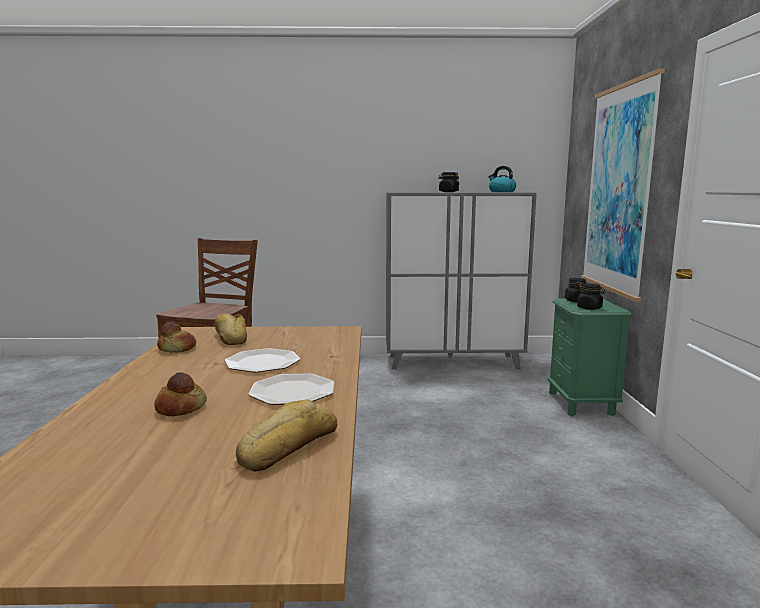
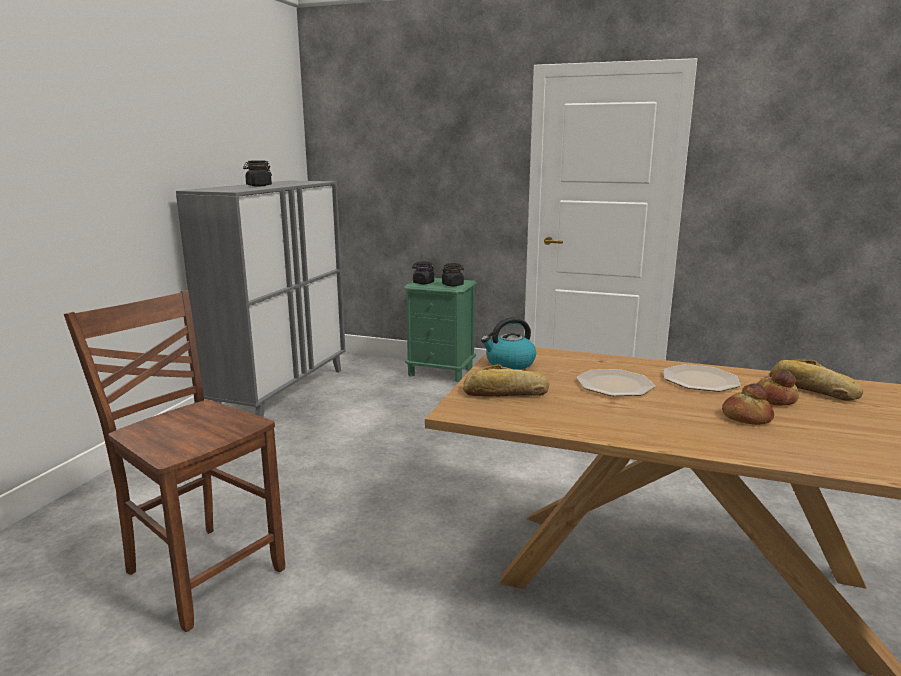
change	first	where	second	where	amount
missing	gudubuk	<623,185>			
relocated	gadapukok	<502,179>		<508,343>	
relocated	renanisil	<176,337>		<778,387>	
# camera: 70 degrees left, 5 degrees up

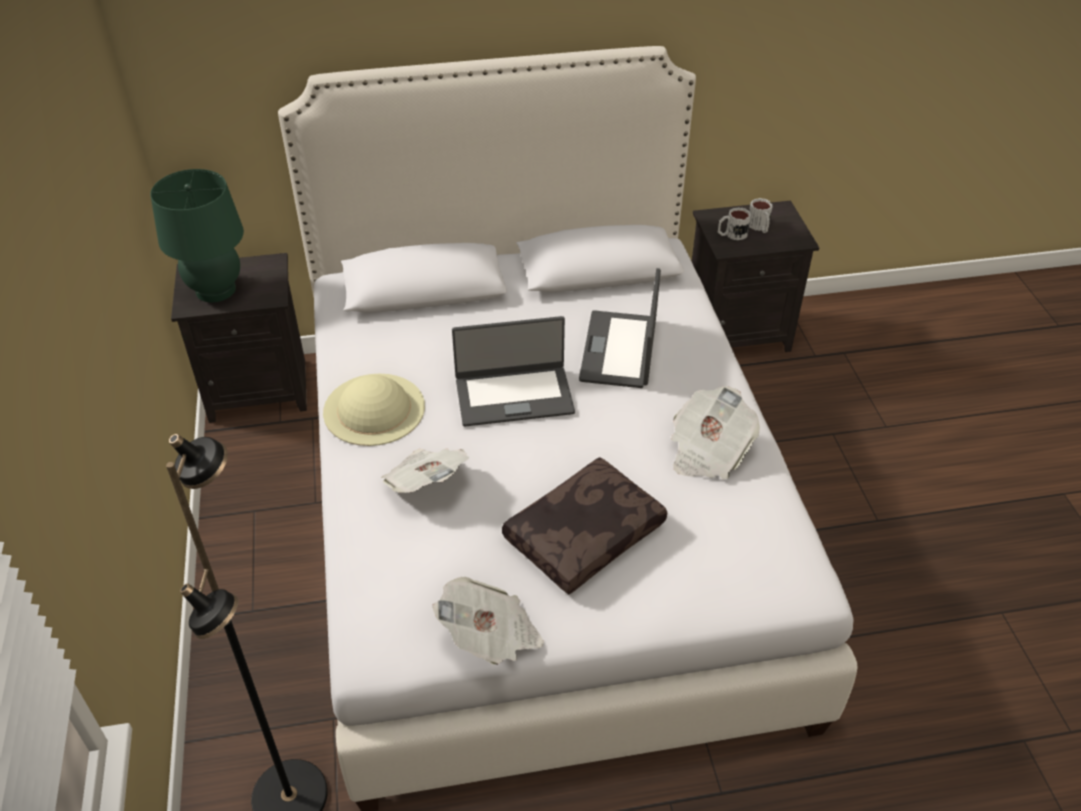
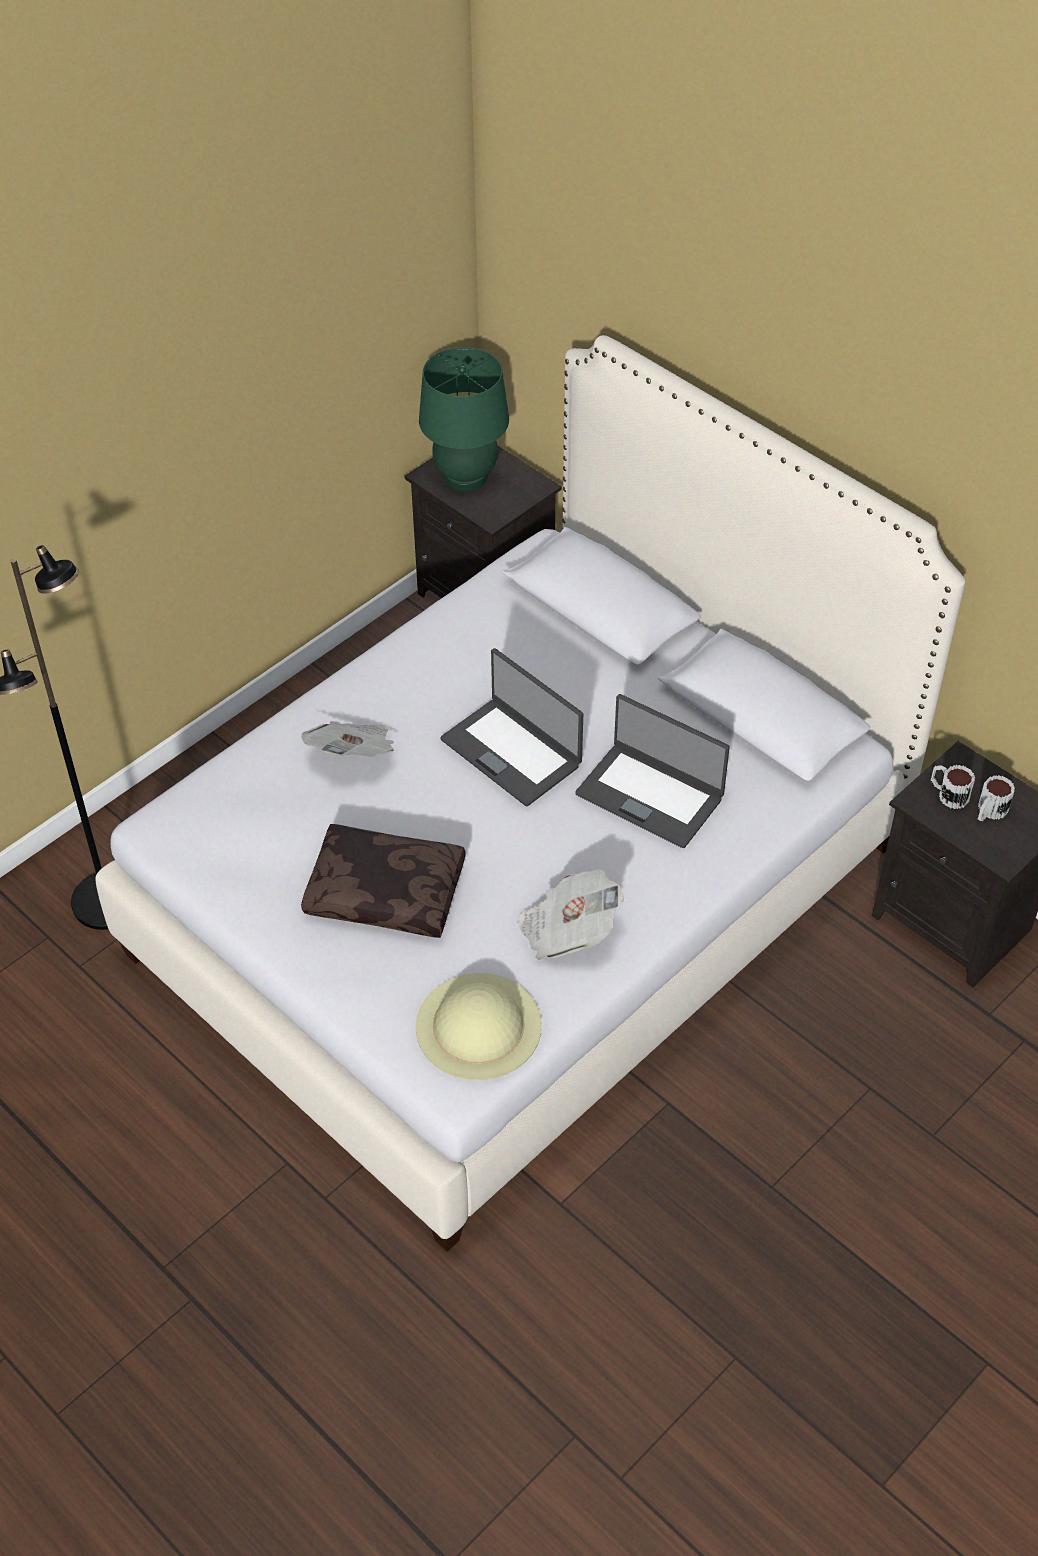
change	first	where	second	where	amount
spun	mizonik	<620,328>		<652,771>	120 degrees counterclockwise
relocated	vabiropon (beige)	<374,410>		<479,1026>	
missing	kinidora	<488,621>			
# camera: 55 degrees right, 5 degrees up

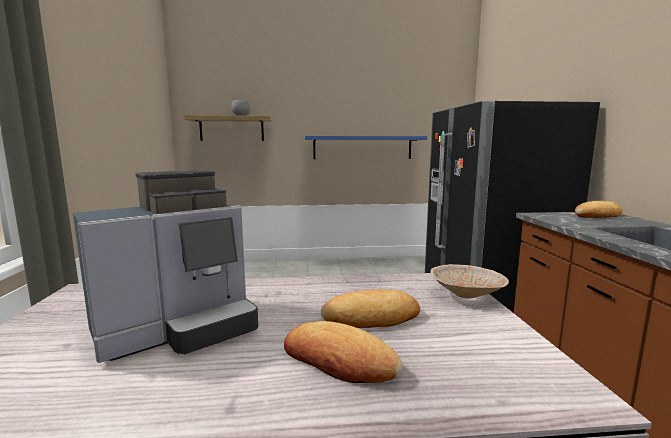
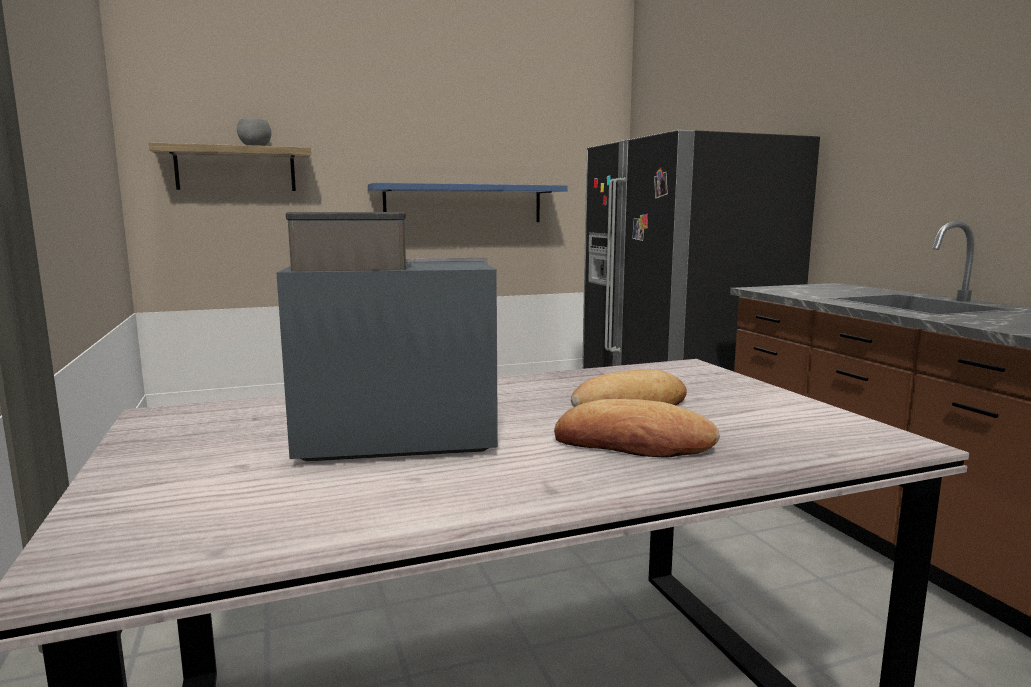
change	first	where	second	where	amount
spun	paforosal	<165,266>		<387,336>	135 degrees counterclockwise
missing	renanisil	<599,209>			
missing	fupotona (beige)	<469,281>			
# camera: 15 degrees left, 0 degrees up

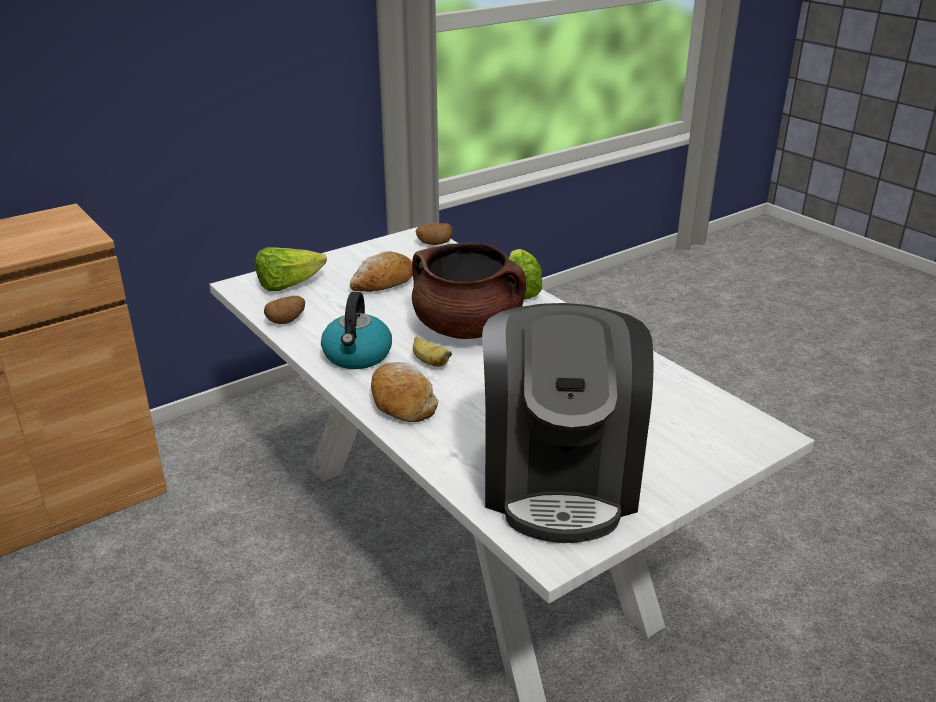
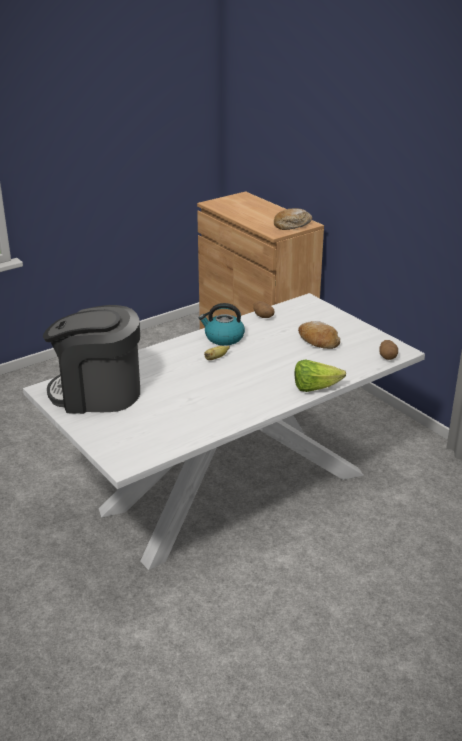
change	first	where	second	where	amount
missing	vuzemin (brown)	<469,291>			
missing	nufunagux	<291,269>			
relocated	renanisil	<404,392>		<293,219>	
# camera: 90 degrees right, 0 degrees up

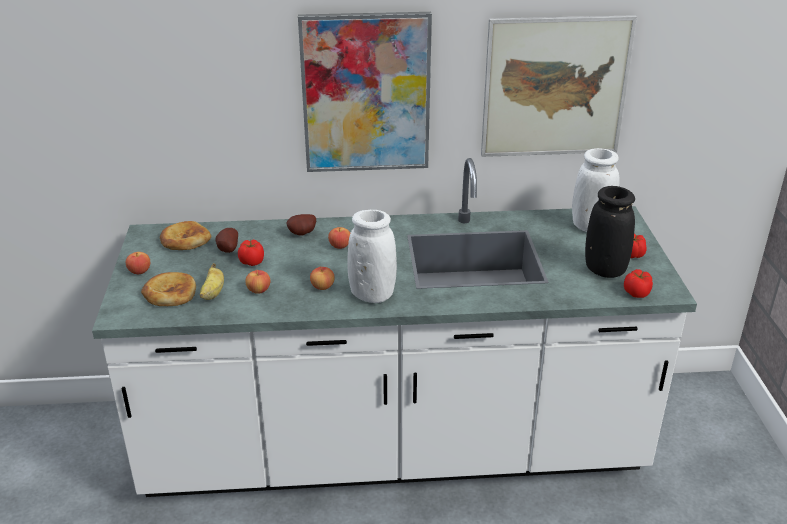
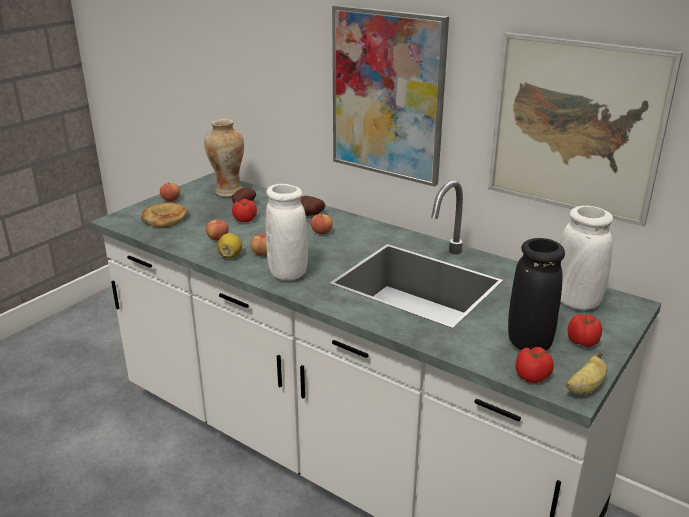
change	first	where	second	where	amount
exchanged	renanisil	<185,235>	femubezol	<224,158>	
relocated	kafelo	<211,281>		<586,373>	
appeared			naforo	<229,245>	
# camera: 40 degrees right, 5 degrees down

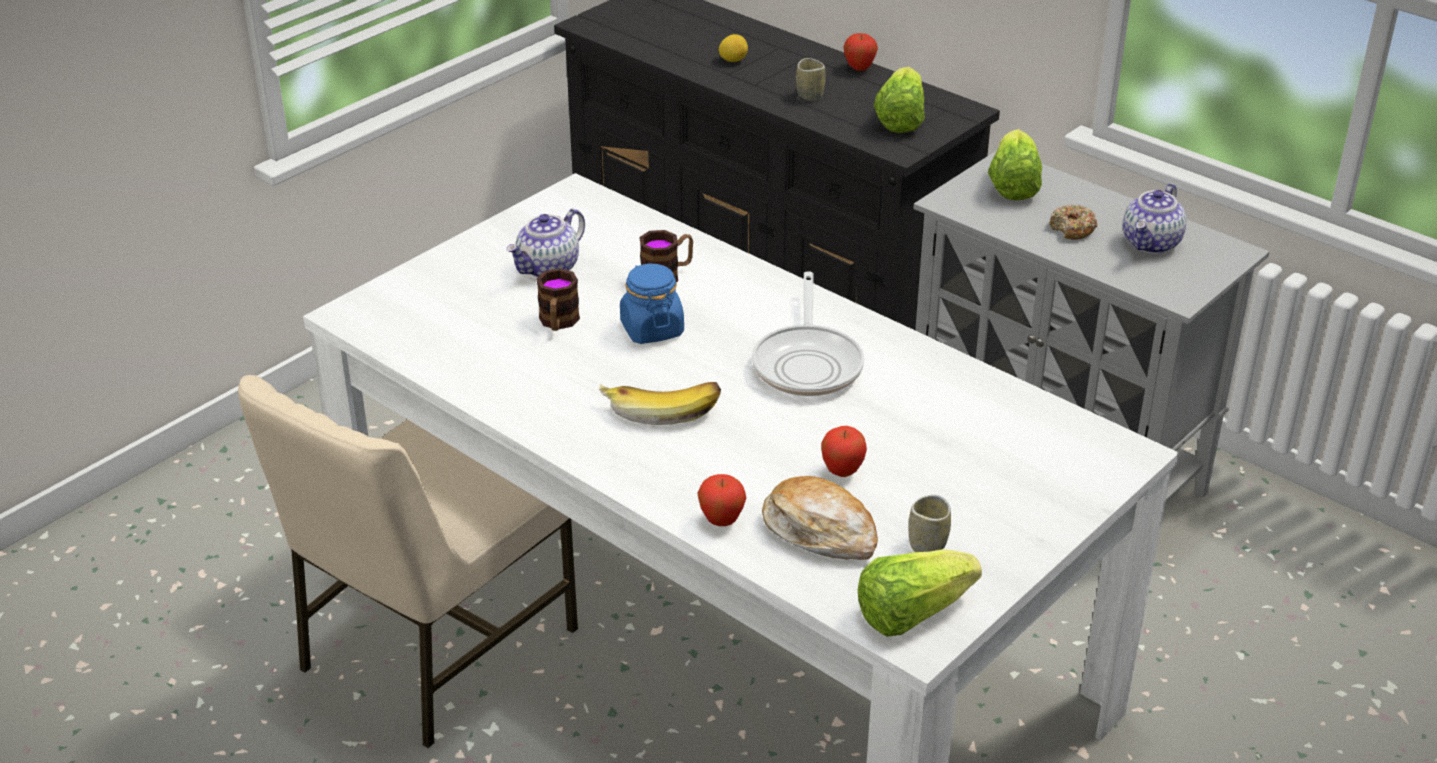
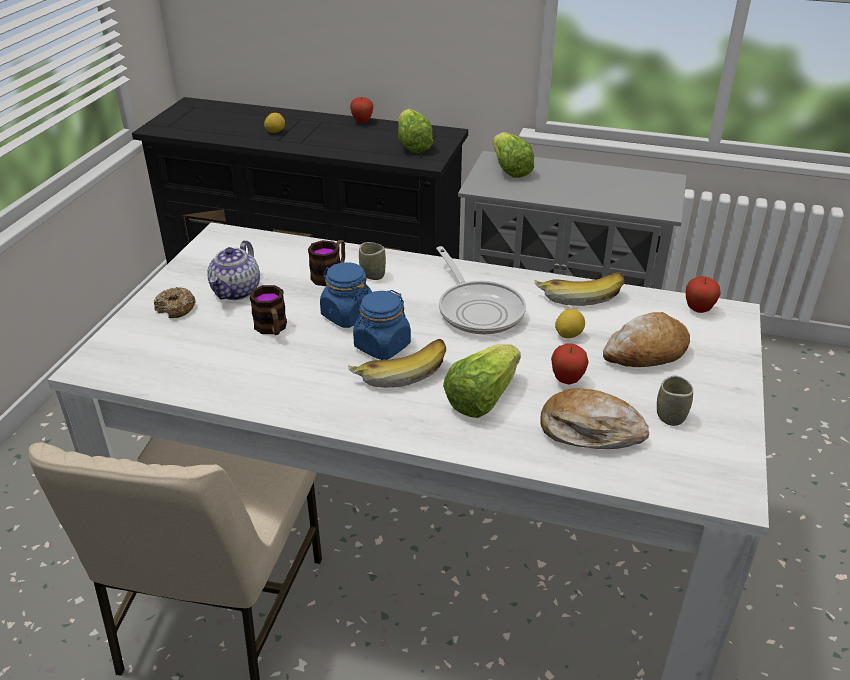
change	first	where	second	where	amount
relocated	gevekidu	<811,79>		<372,261>	
missing	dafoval	<1154,218>			
relocated	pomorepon	<1073,221>		<175,302>	
relocated	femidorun	<721,500>		<703,294>	
relocated	nufunagux	<920,593>		<482,381>	
appeared			kafelo	<580,289>	
appeared			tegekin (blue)	<382,325>	
appeared			naforo	<570,323>	
appeared			renanisil	<646,339>	
# camera: 25 degrees left, 0 degrees up

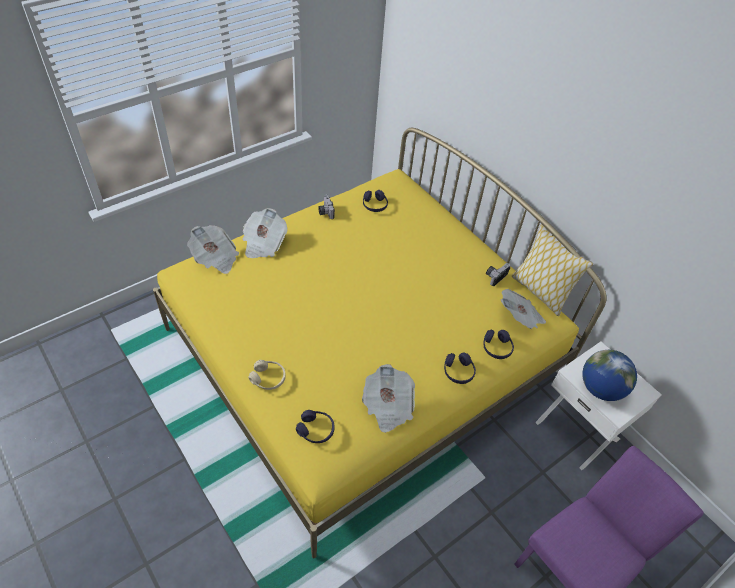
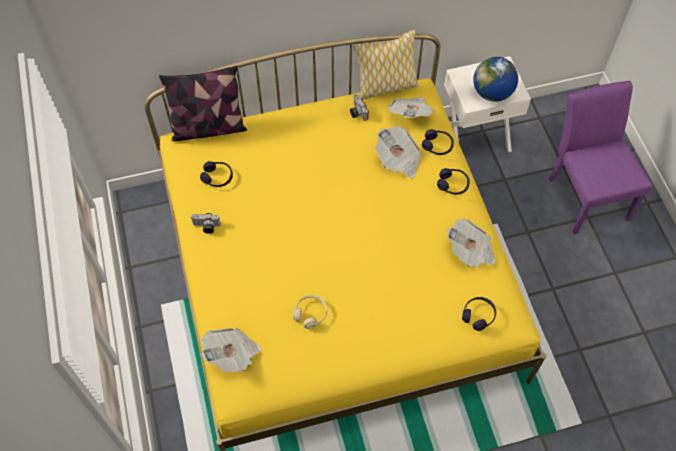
change	first	where	second	where	amount
relocated	kinidora	<264,233>		<399,152>	
relocated	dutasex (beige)	<267,375>		<310,312>	
appeared			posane	<203,104>	
# camera: 65 degrees left, 10 degrees up

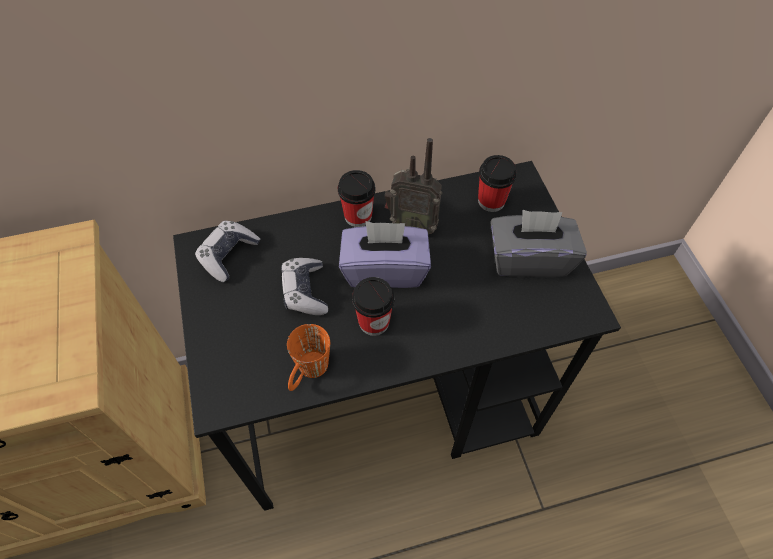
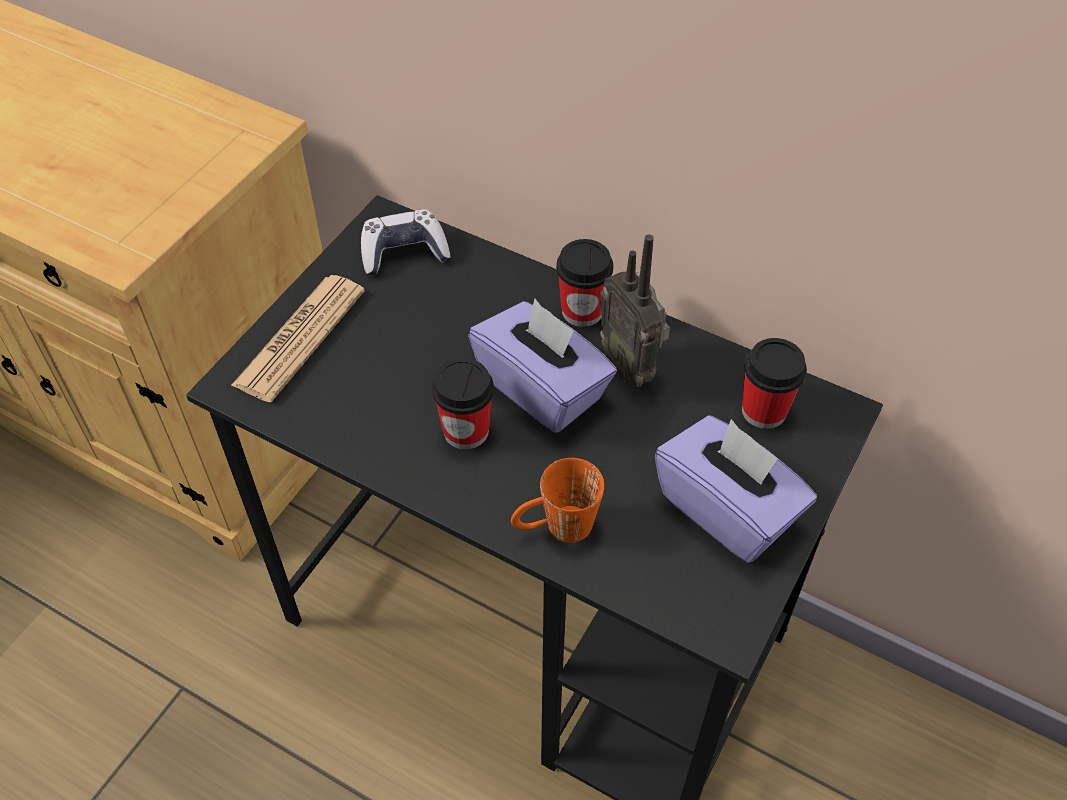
change	first	where	second	where	amount
colour	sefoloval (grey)	<539,243>	sefoloval (purple)	<736,489>	
missing	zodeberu	<304,286>			
relocated	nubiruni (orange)	<308,357>		<557,500>	
appeared			kinidora	<298,338>	
# camera: 45 degrees right, 5 degrees down

